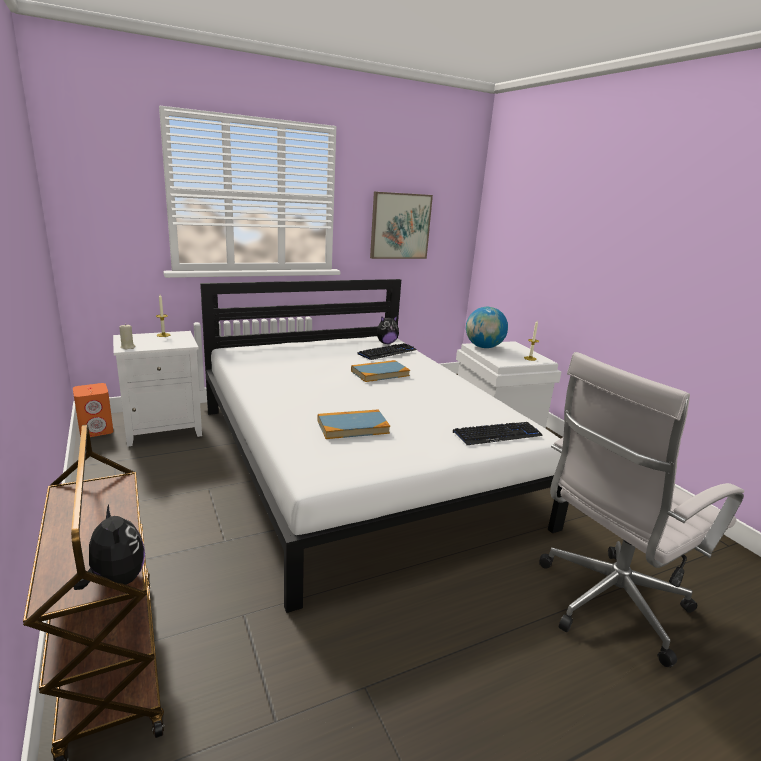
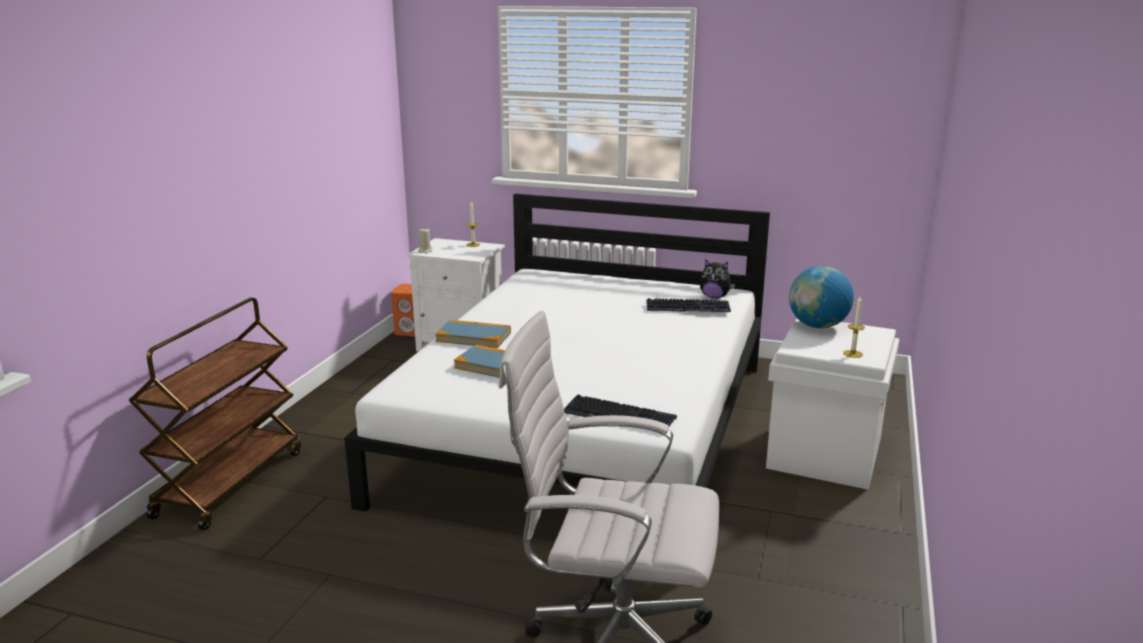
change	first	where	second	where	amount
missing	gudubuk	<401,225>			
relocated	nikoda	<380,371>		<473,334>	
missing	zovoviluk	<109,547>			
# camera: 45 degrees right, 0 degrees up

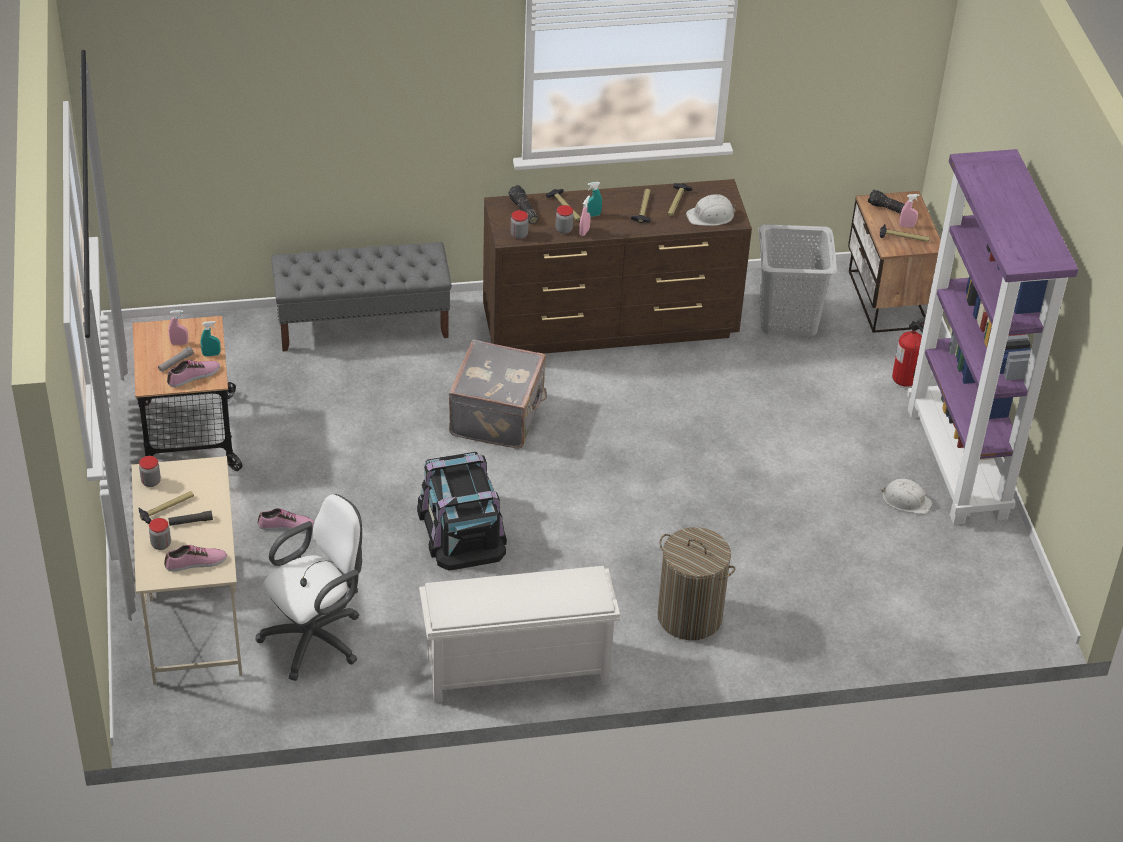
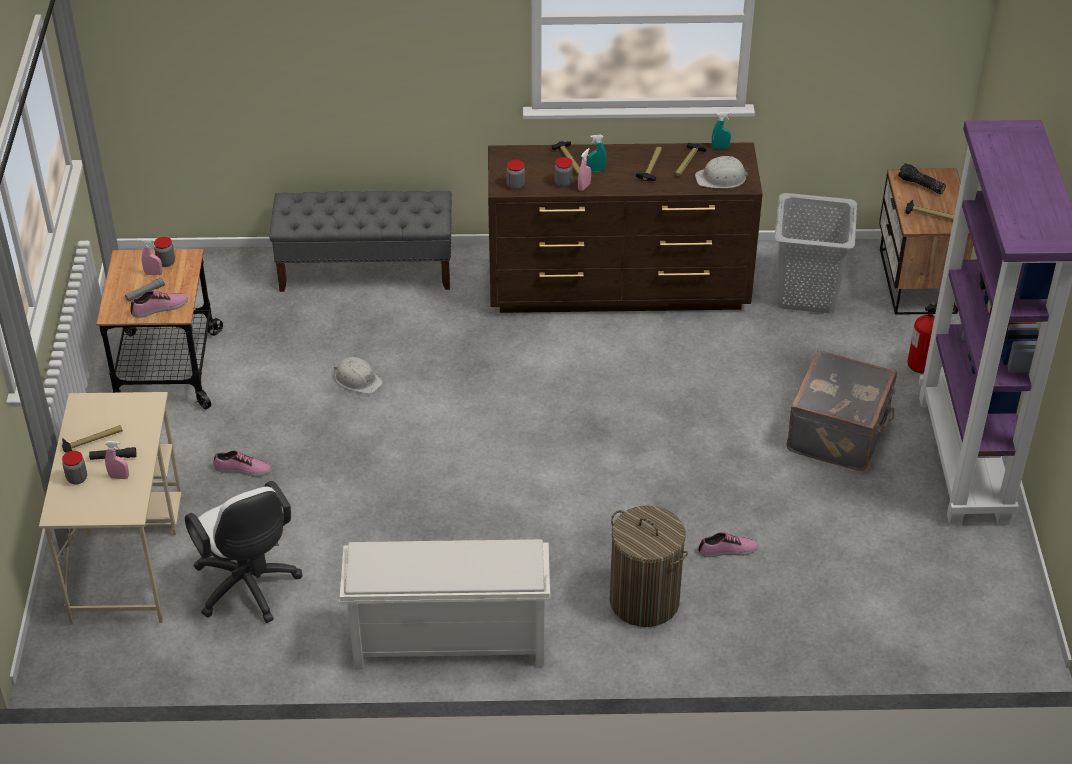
change	first	where	second	where	amount
missing	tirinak	<524,204>			
relocated	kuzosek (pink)	<909,210>		<117,460>	
relocated	kuzosek (turquoise)	<211,338>		<721,130>	
relocated	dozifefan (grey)	<498,394>		<842,410>	
missing	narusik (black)	<462,511>			
relocated	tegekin	<150,471>		<164,252>	
relocated	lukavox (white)	<907,496>		<358,375>	
spun	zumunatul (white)	<309,587>		<244,552>	90 degrees clockwise
relocated	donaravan	<195,558>		<728,544>	
# camera: 10 degrees right, 0 degrees up

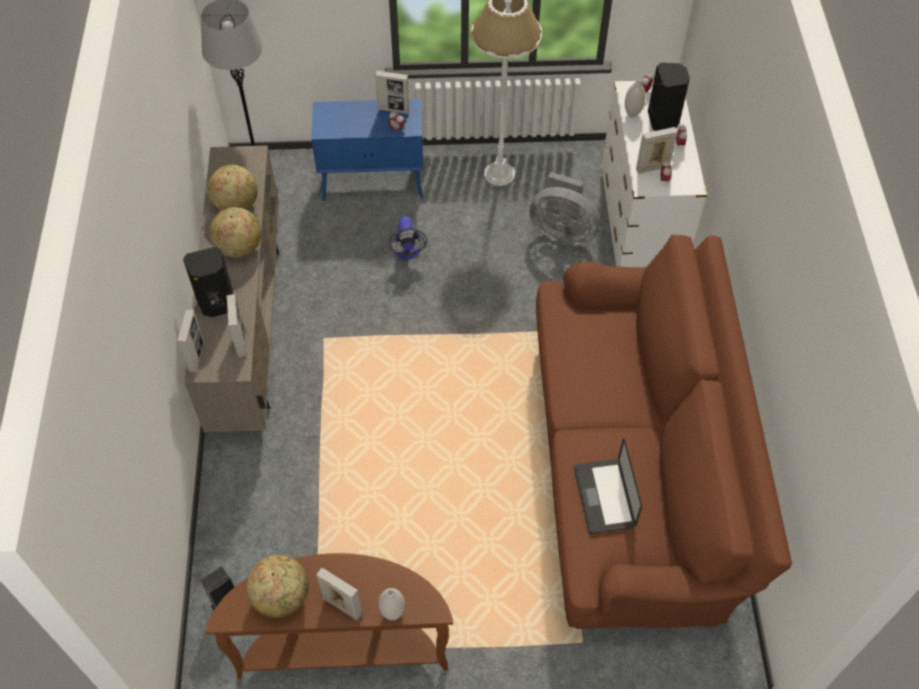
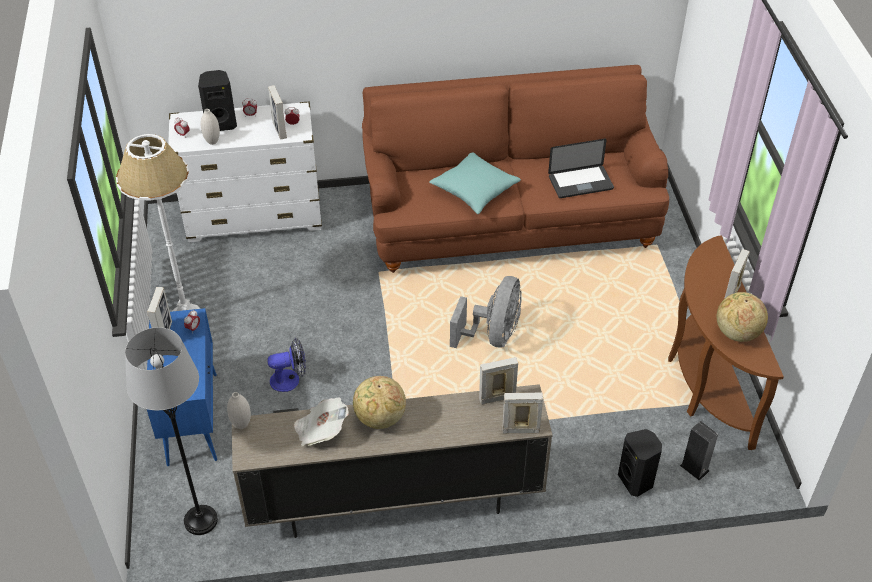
change	first	where	second	where	amount
exchanged	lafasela	<233,188>	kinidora	<321,421>	
relocated	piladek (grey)	<564,209>		<486,312>	
relocated	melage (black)	<208,282>		<640,463>	
relocated	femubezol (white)	<392,604>		<239,410>	
appeared			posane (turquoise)	<475,183>	
# camera: 95 degrees left, 10 degrees down

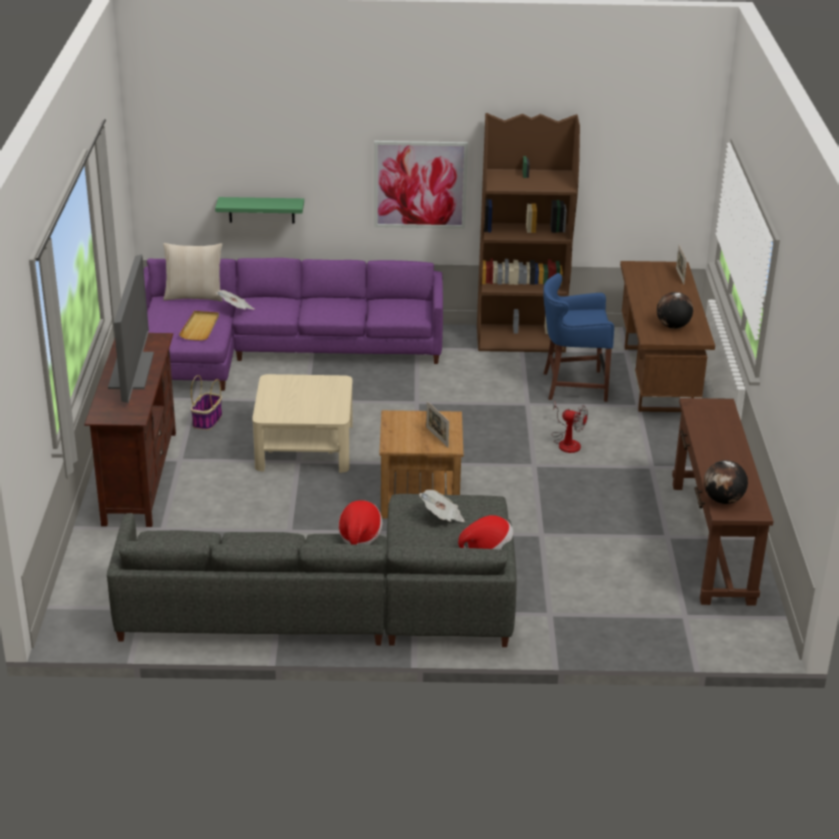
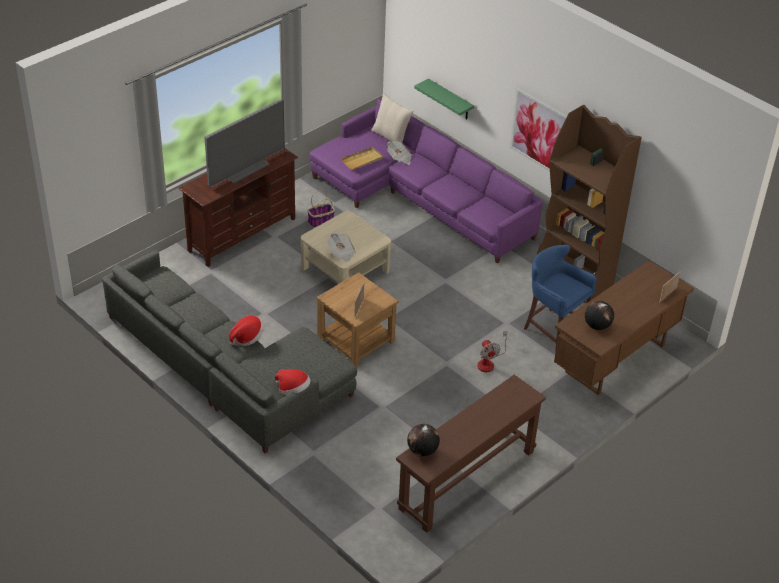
change	first	where	second	where	amount
relocated	kinidora	<441,506>		<341,247>	
# camera: 45 degrees right, 10 degrees up

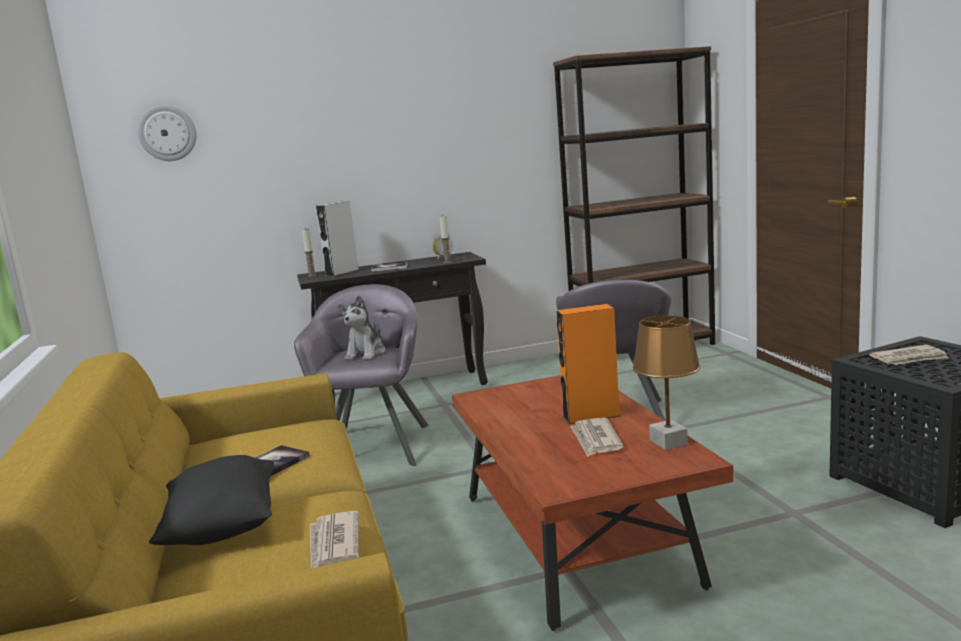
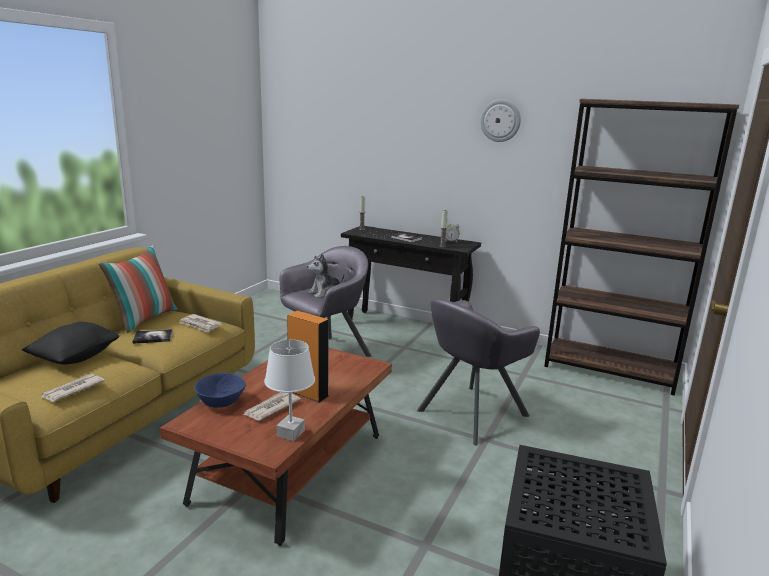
change	first	where	second	where	amount
relocated	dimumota	<167,133>		<500,120>	
missing	melage (grey)	<337,239>			
colour	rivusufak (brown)	<666,383>	rivusufak (white)	<289,390>	
relocated	kinidora	<909,355>		<200,323>	
appeared			posane	<138,289>	
appeared			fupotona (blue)	<220,390>	
# camera: 40 degrees right, 5 degrees up

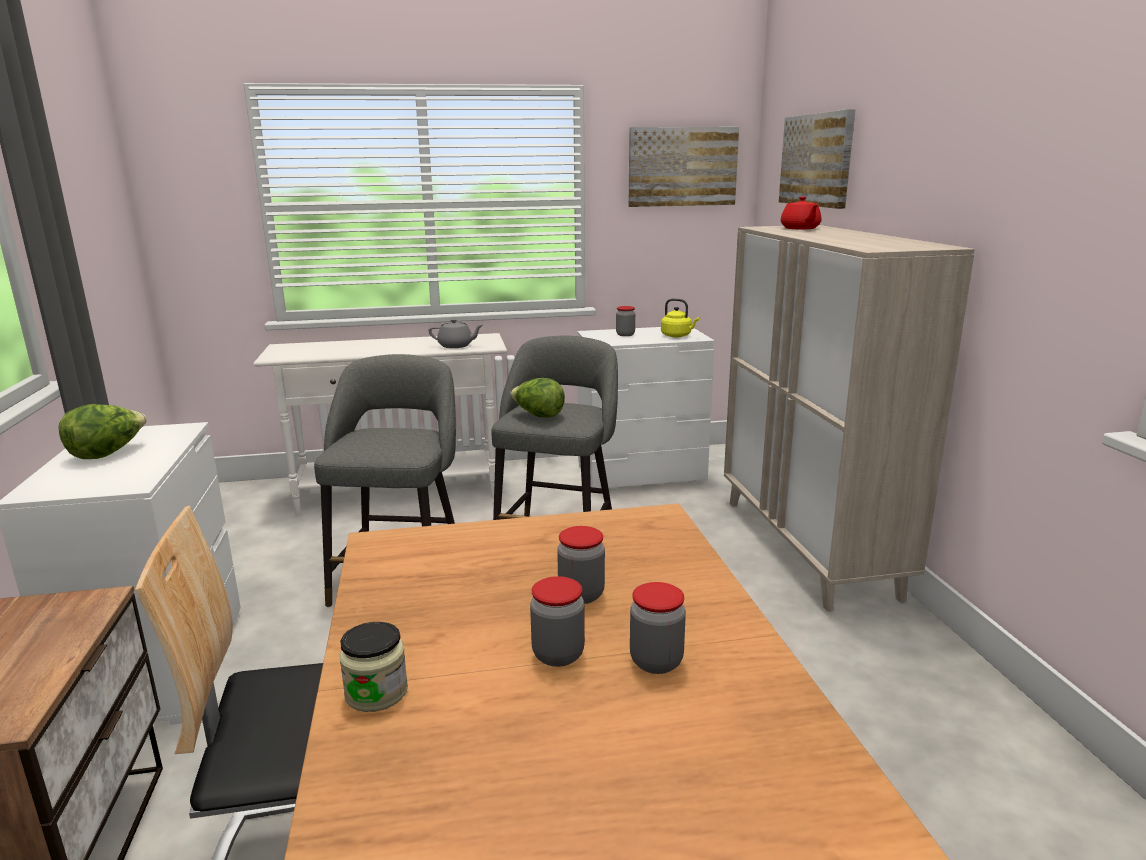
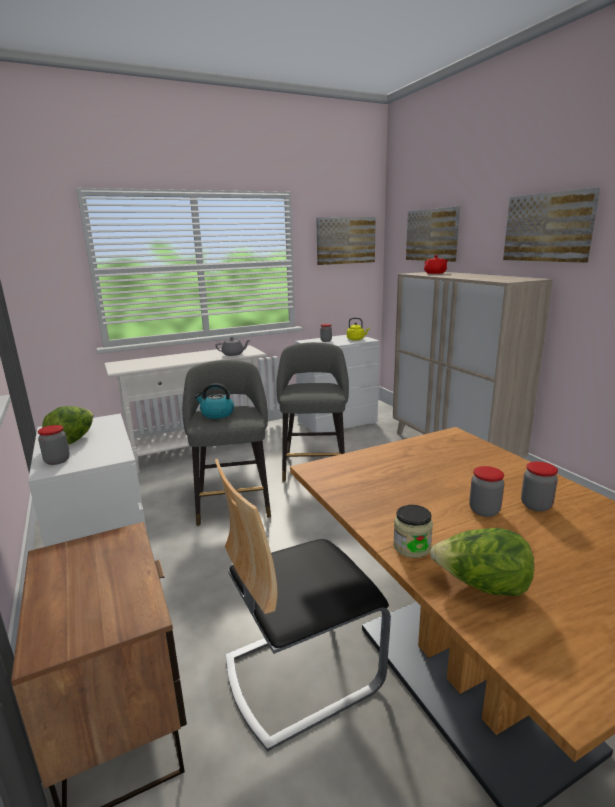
change	first	where	second	where	amount
relocated	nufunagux	<537,397>		<482,562>	
relocated	tegekin	<581,565>		<54,445>	
appeared			gudubuk	<551,225>	
appeared			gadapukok	<214,401>	
# camera: 15 degrees left, 0 degrees up

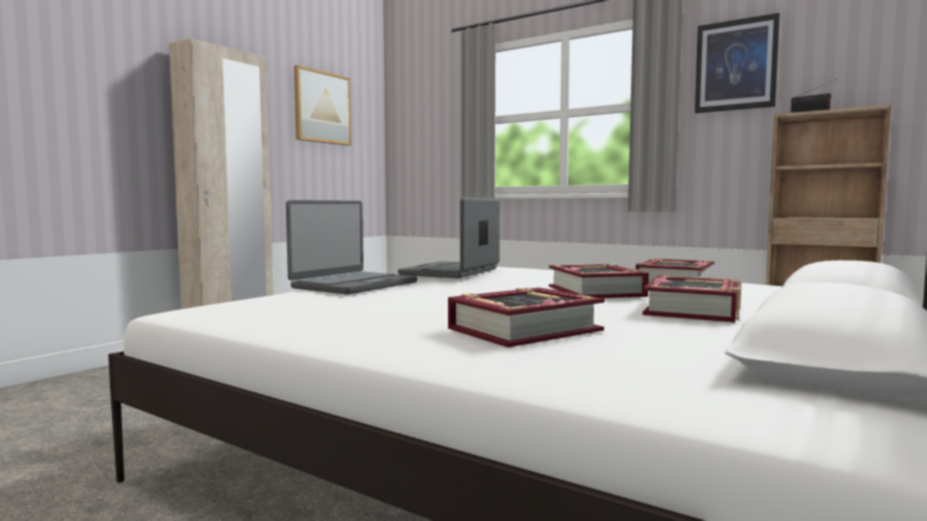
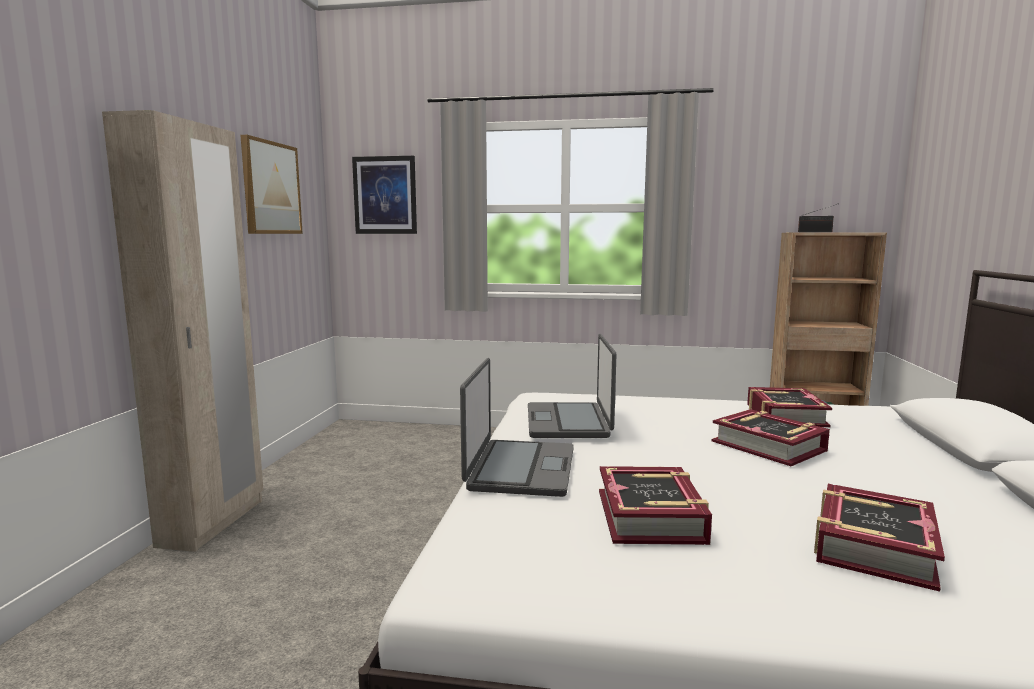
change	first	where	second	where	amount
relocated	gudubuk	<737,63>		<384,195>	
relocated	nikoda	<691,298>		<655,505>	
# camera: 25 degrees left, 5 degrees up

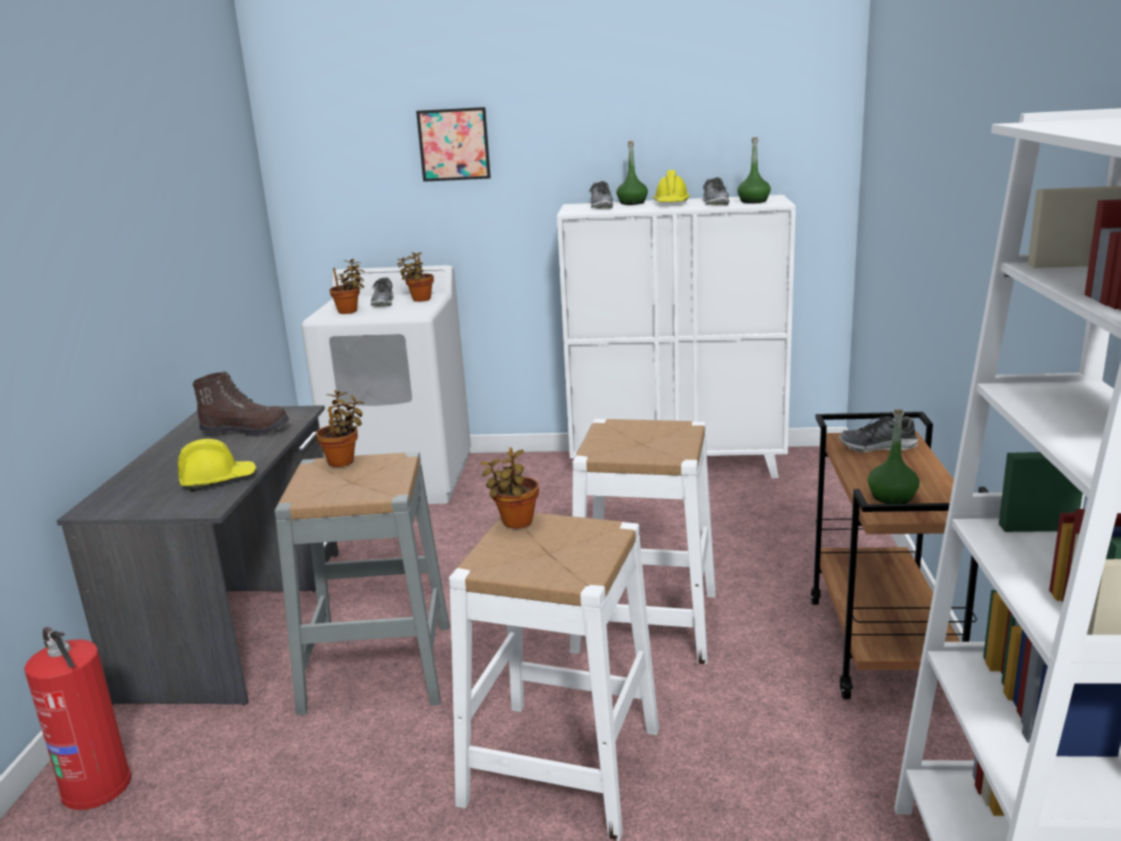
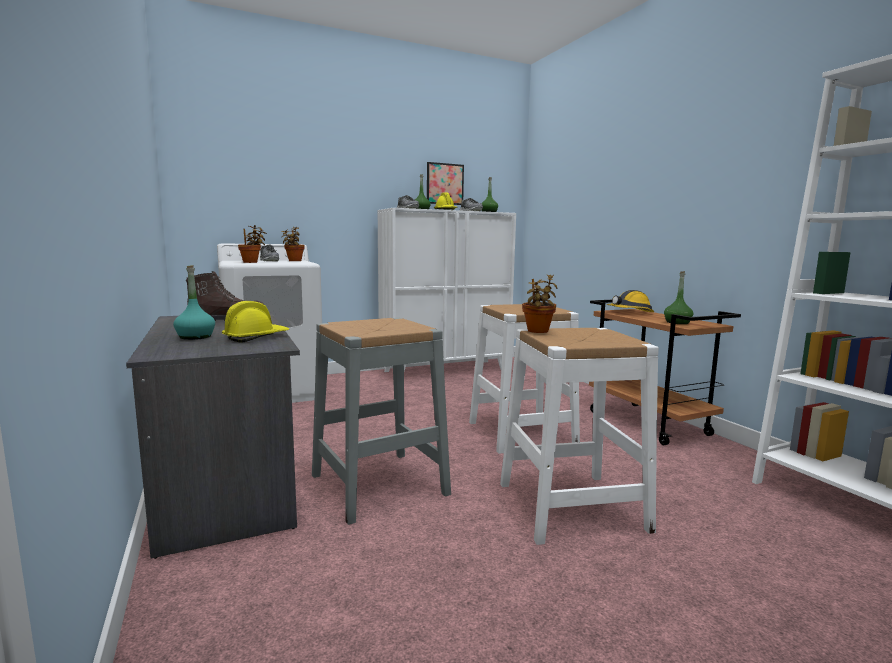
change	first	where	second	where	amount
relocated	gudubuk	<453,144>		<445,183>	
missing	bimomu	<339,428>			
exchanged	donaravan	<878,434>	lukavox	<630,301>	
missing	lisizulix	<77,718>			
appeared			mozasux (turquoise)	<194,302>	
# camera: 30 degrees left, 10 degrees down

